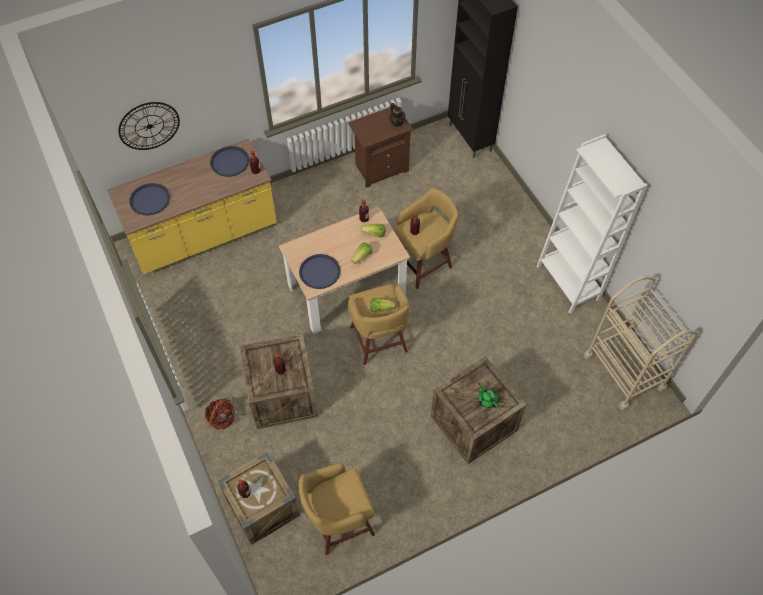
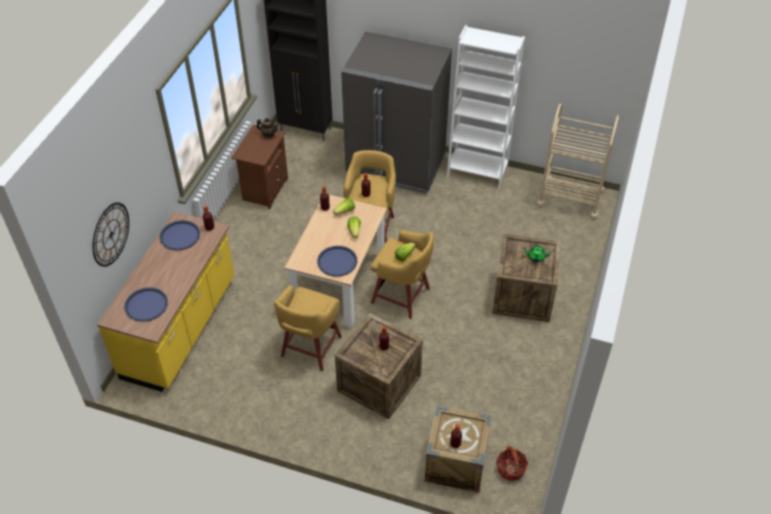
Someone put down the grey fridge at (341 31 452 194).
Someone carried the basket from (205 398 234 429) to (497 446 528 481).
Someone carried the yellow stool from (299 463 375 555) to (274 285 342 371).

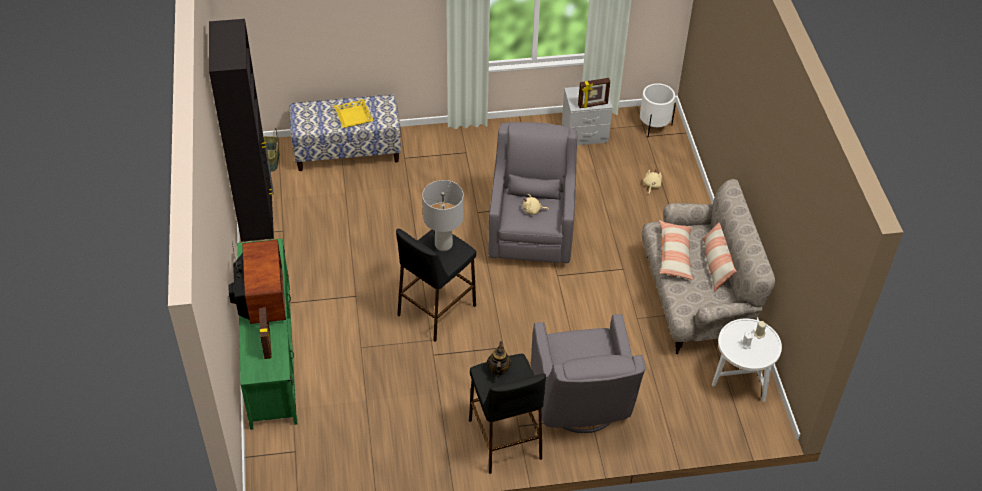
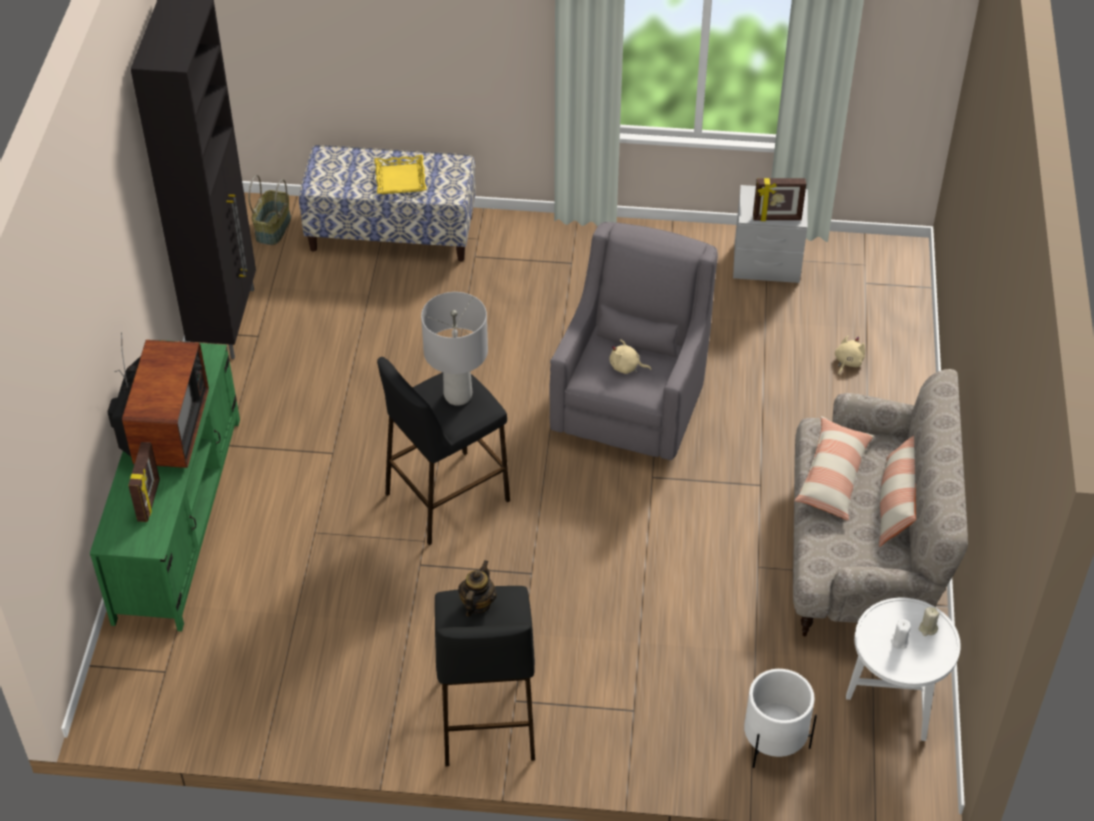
Someone took away the grey armchair at (531 314 645 433).
Someone carried the white planter from (640 83 676 137) to (744 669 817 768).

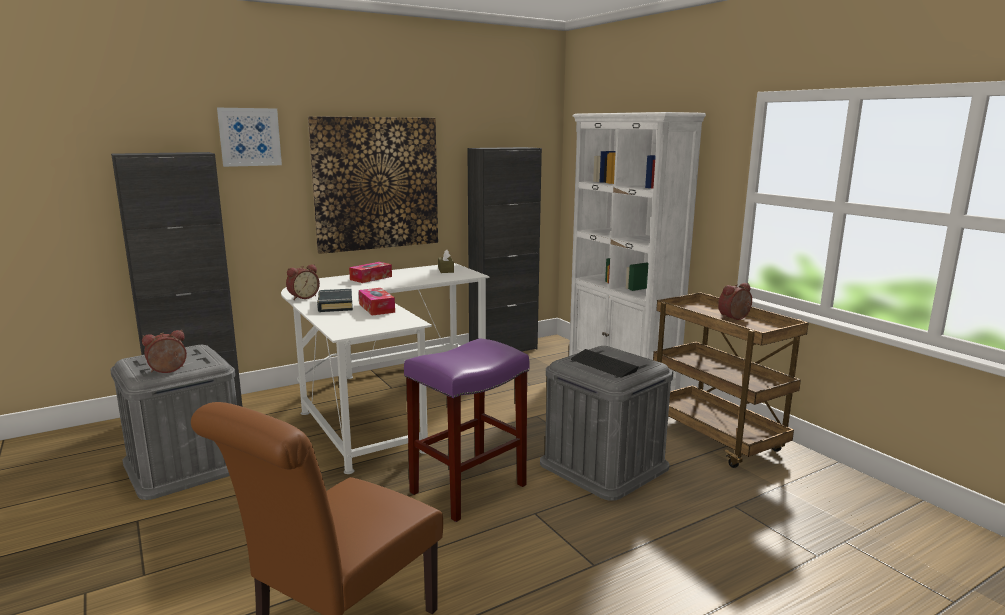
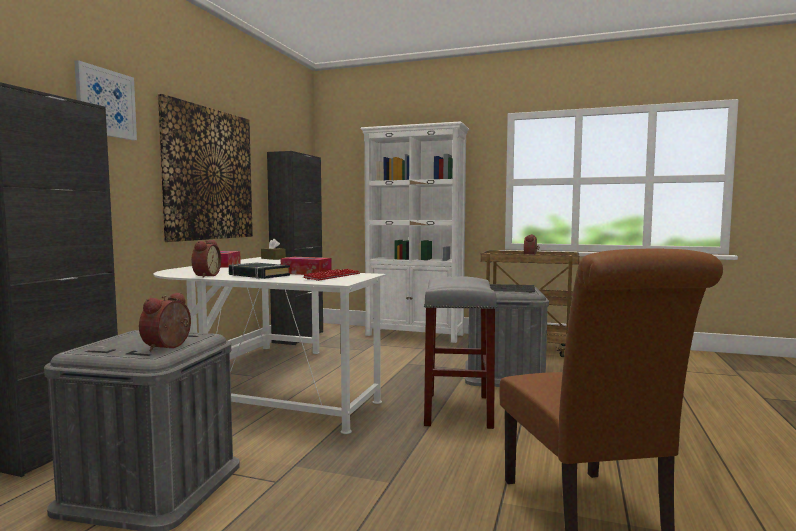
Someone put down the keyboard at (303 269 360 281).
Someone repainted the purple stool at (404 339 529 522), which became the grey stool at (424 276 497 429).

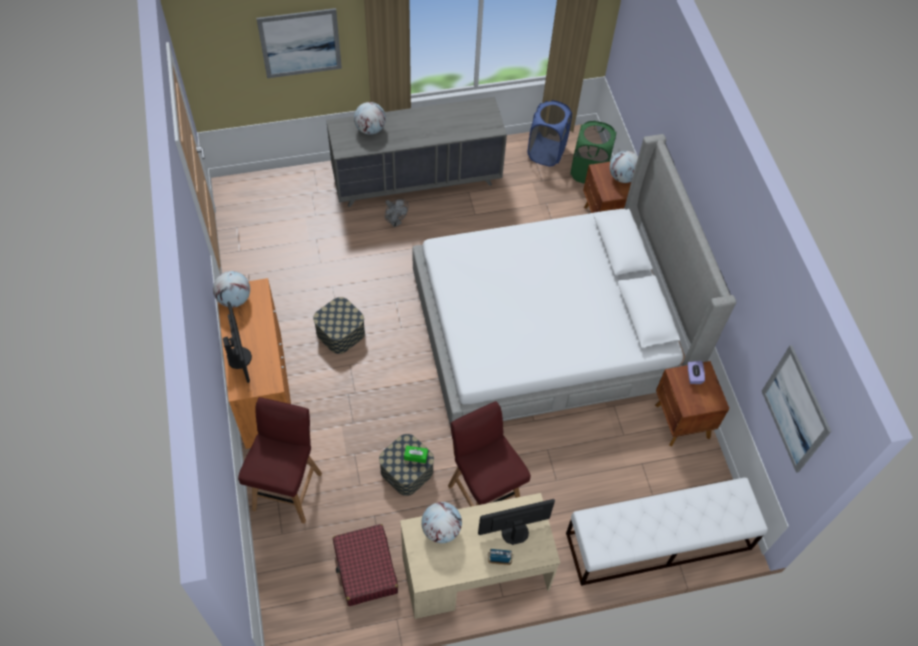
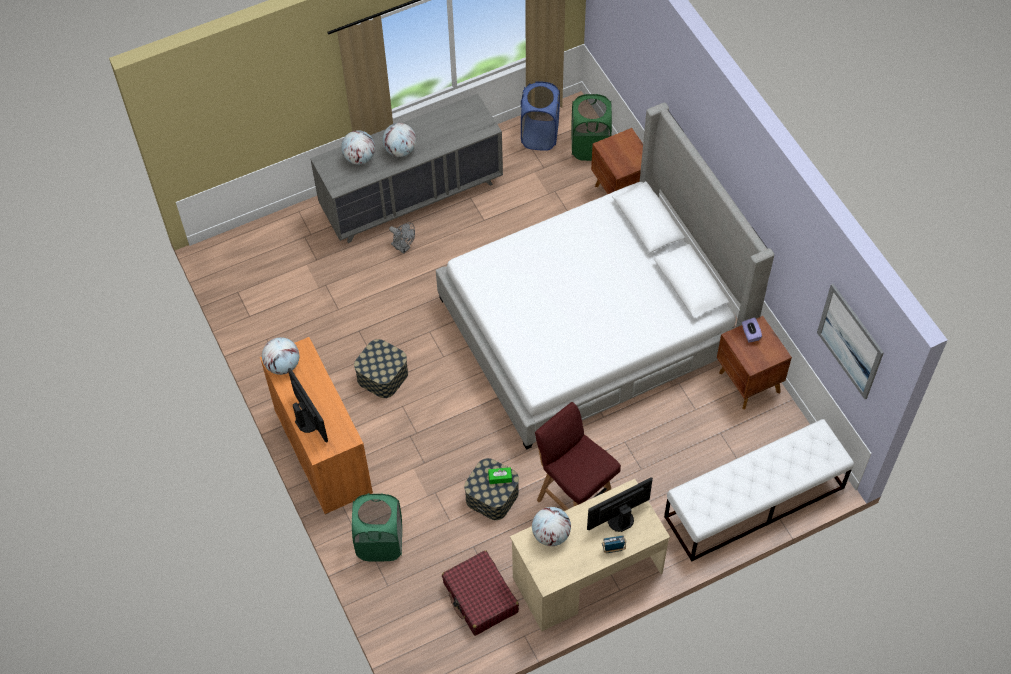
Someone took away the picture at (256 8 342 78).
Someone carried the globe from (610 151 638 183) to (383 123 416 157).
Someone swapped the red stool at (238 397 322 524) for the green laundry basket at (352 493 402 562).

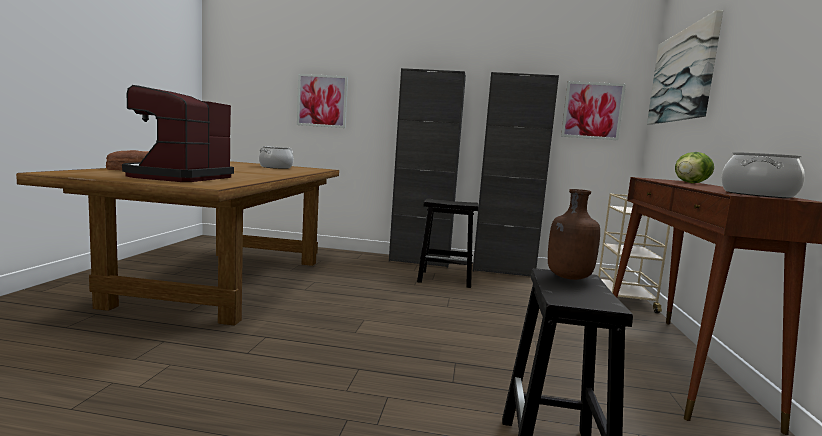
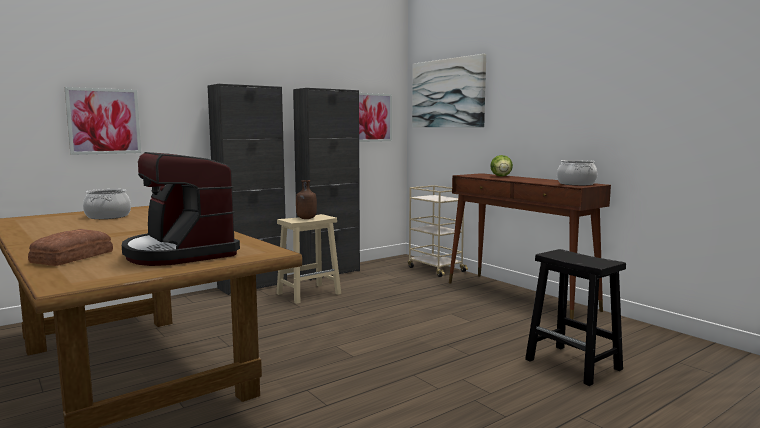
Someone carried the brown bottle from (548 189 600 280) to (296 180 317 219).
Someone repainted the black stool at (417 198 479 288), which became the beige stool at (276 214 341 304).

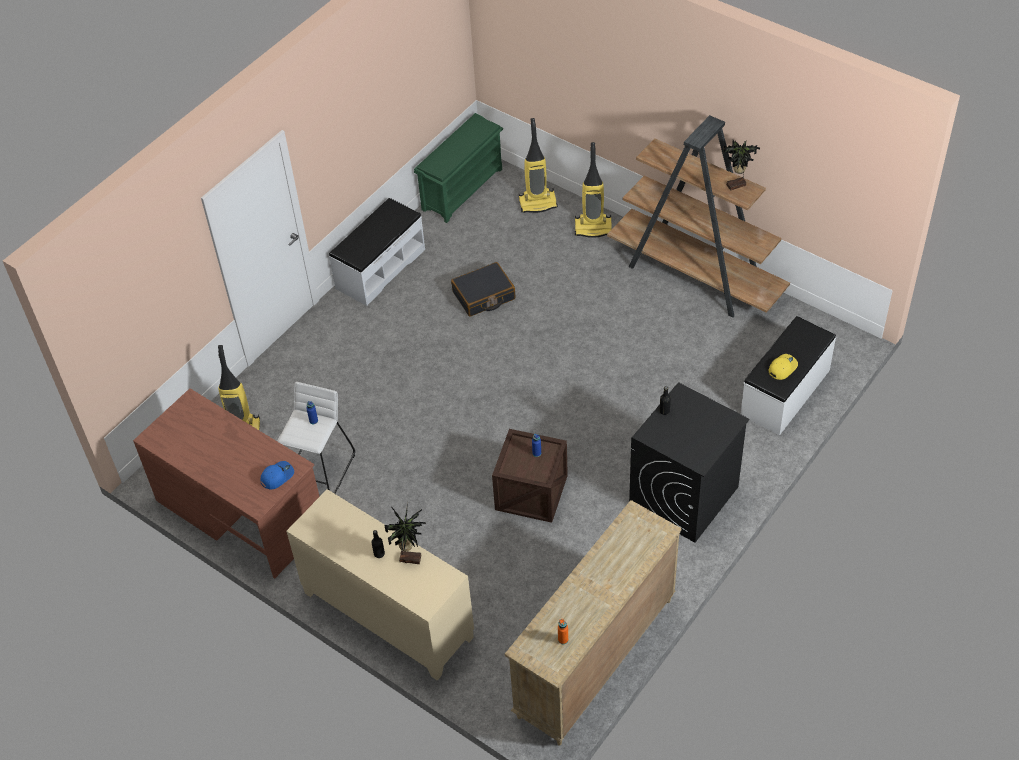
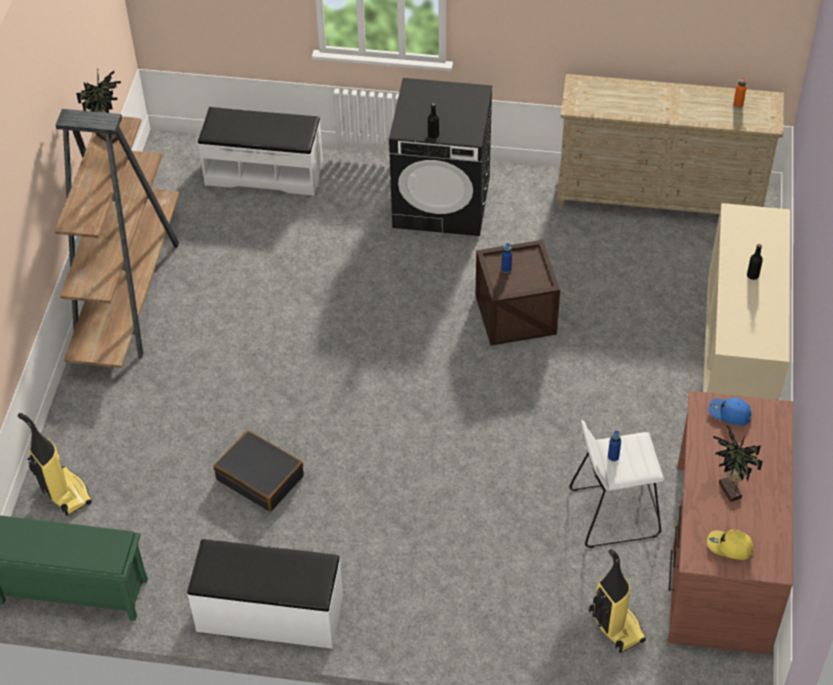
Someone took away the vacuum cleaner at (575 142 612 238).
Someone carried the potted plant from (384 503 426 564) to (713 425 763 502).
Someone carried the yellow cap from (768 354 798 380) to (707 530 753 560).

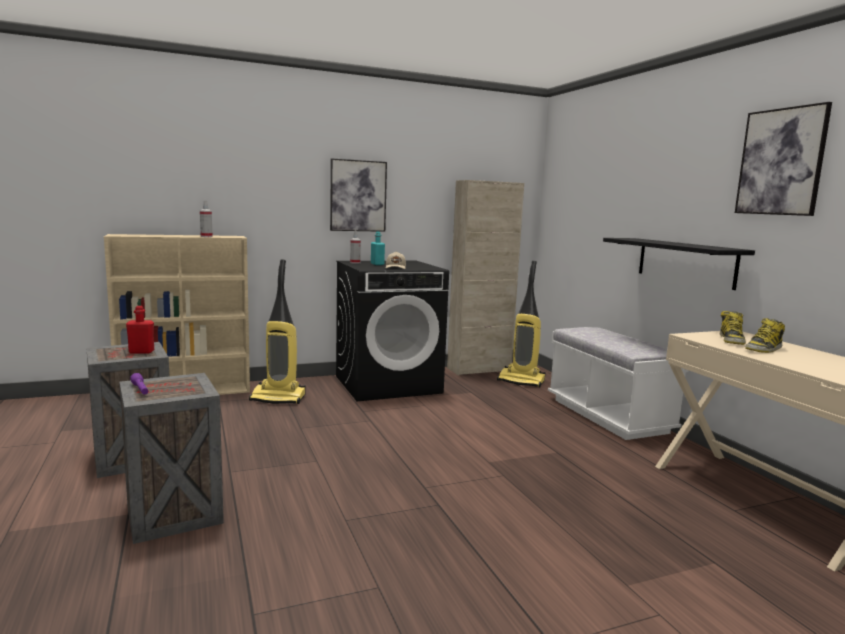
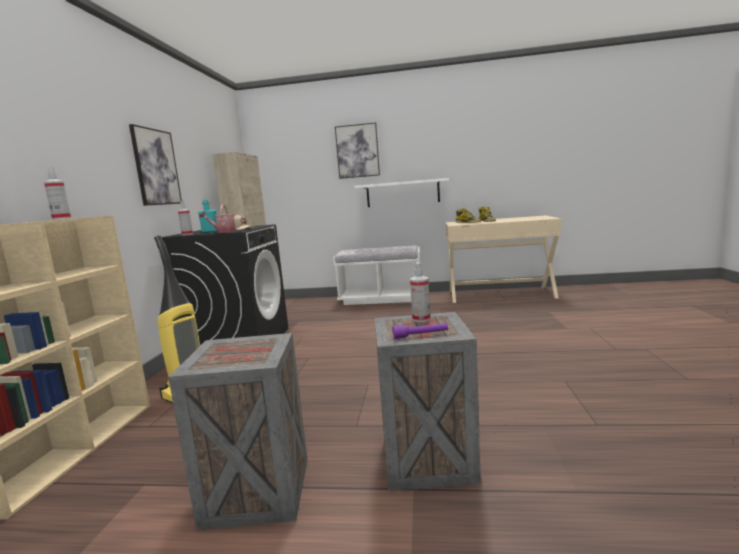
Someone took away the red bottle at (126 306 154 354).
Someone took away the vacuum cleaner at (497 261 546 387).
Someone put down the watering can at (199 204 243 233).
Someone put down the spray bottle at (410 262 430 322).
Someone carried the picture from (735 102 832 216) to (335 122 380 179).
Someone repainted the black shelf at (603 238 755 290), which became the white shelf at (355 178 449 207).

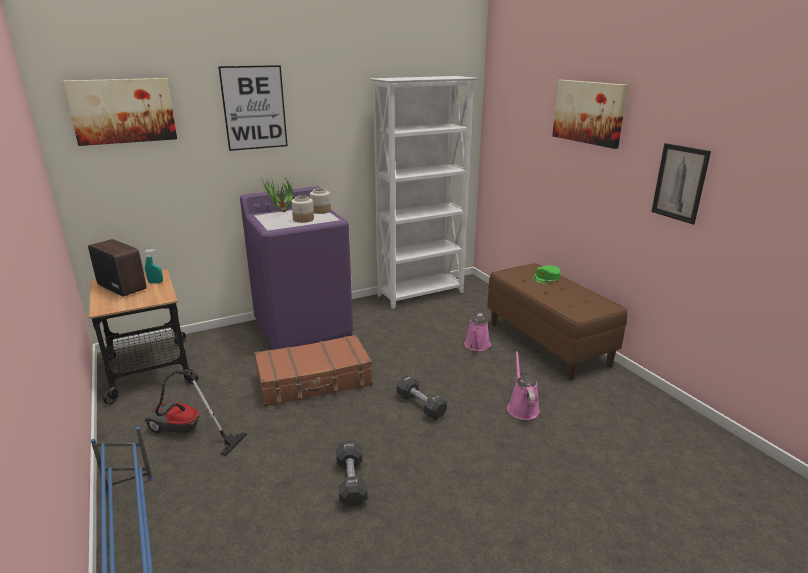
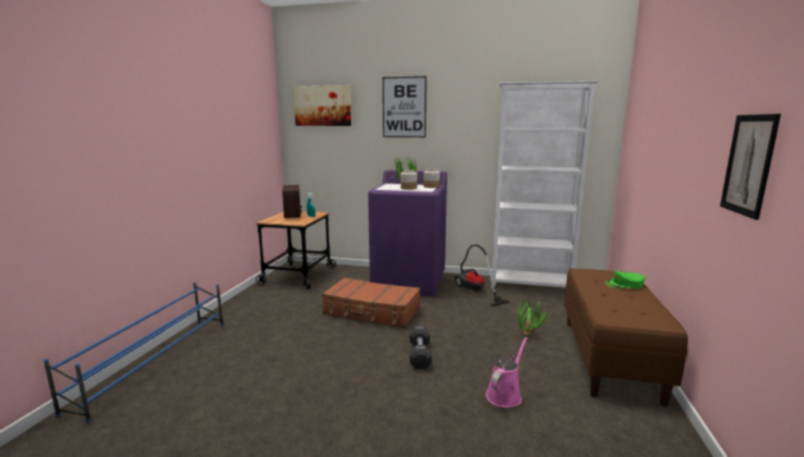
Someone took away the black dumbbell at (336 441 368 508).
Someone took away the picture at (552 80 628 149).
Someone carried the vacuum cleaner from (144 371 247 456) to (454 244 510 307).
Someone swapped the pink watering can at (464 313 491 351) for the potted plant at (517 299 549 337).

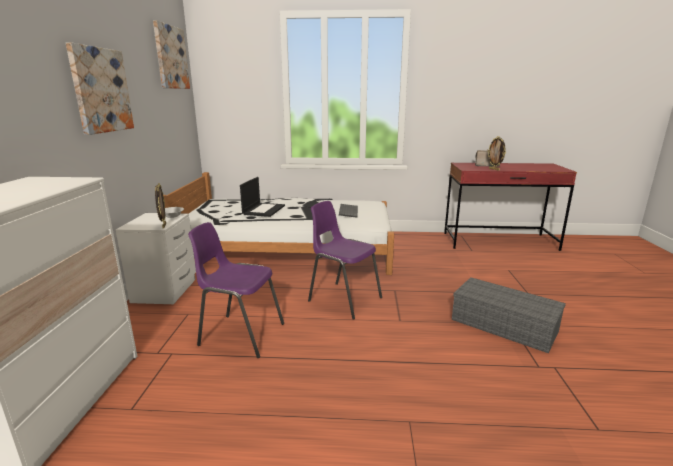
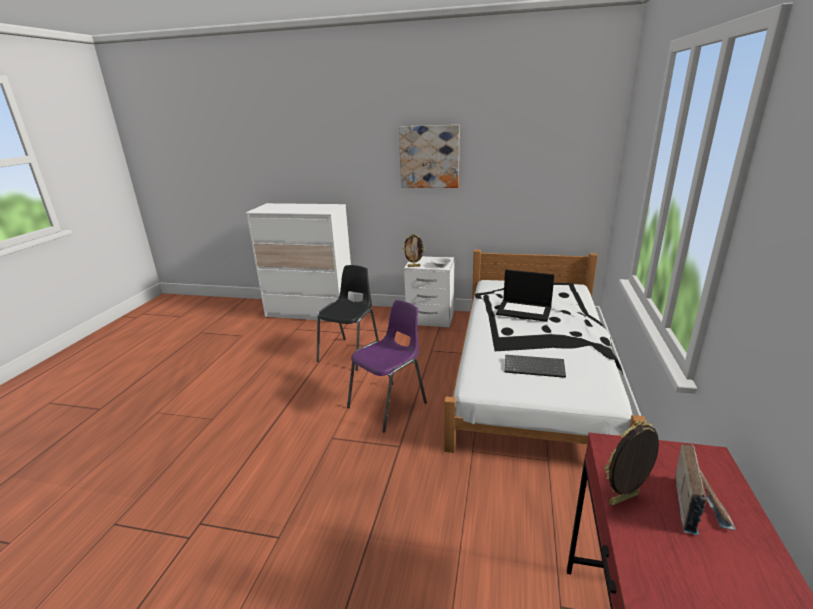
Someone took away the picture at (153 20 190 89).
Someone took away the grey storage box at (452 277 566 353).
Someone repainted the purple chair at (188 222 284 358), which became the black chair at (316 265 379 371).

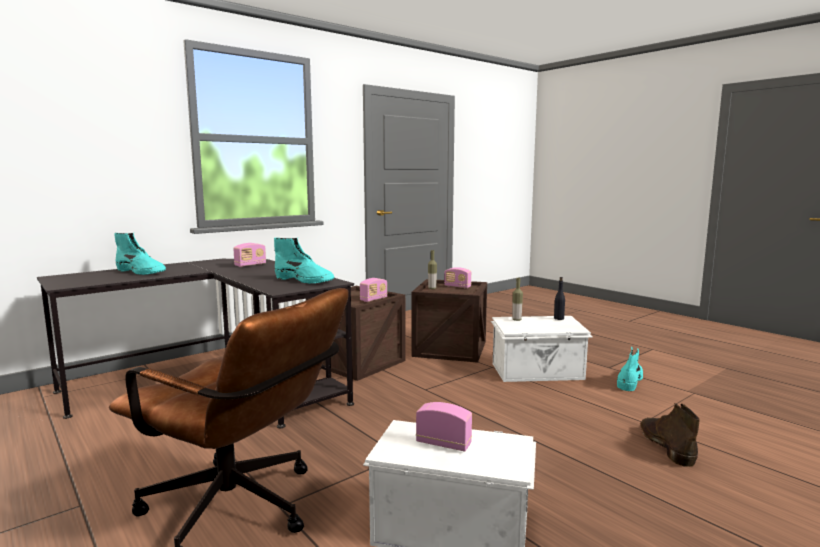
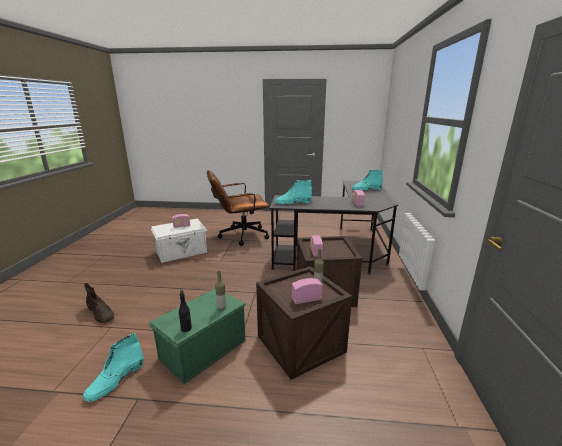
Someone repainted the white storage box at (491 316 593 382), which became the green storage box at (148 289 246 384).
Someone rotated the turquoise boot at (617 346 643 391) by 45 degrees clockwise.

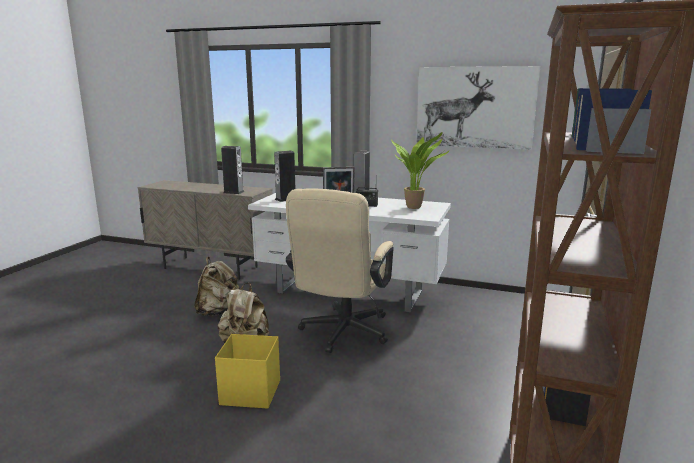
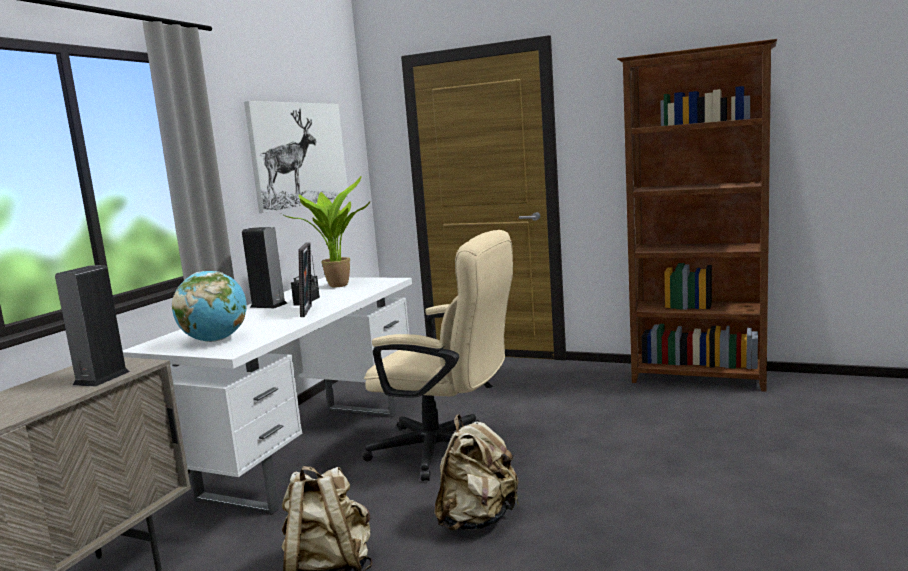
Someone took away the yellow storage box at (215 334 280 409).
Someone swapped the speaker at (274 151 295 202) for the globe at (172 271 247 342).

